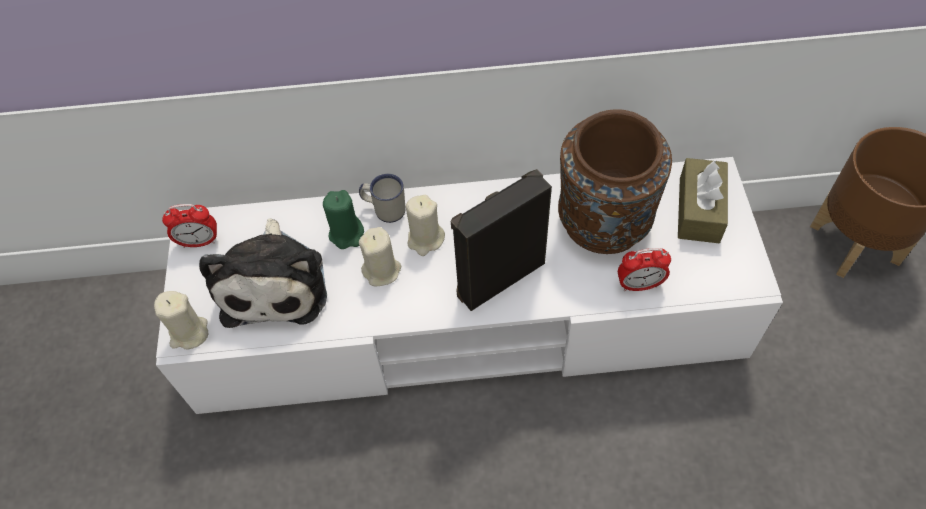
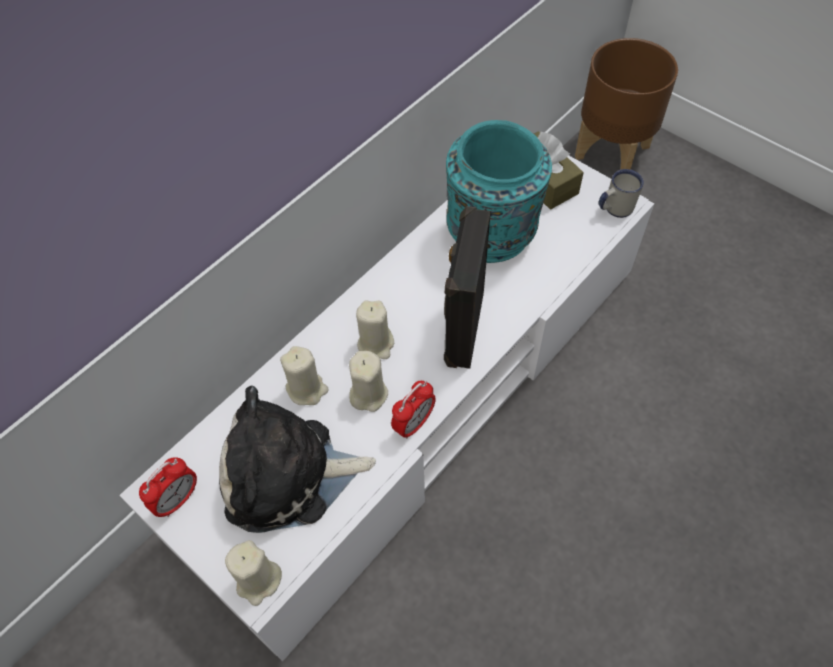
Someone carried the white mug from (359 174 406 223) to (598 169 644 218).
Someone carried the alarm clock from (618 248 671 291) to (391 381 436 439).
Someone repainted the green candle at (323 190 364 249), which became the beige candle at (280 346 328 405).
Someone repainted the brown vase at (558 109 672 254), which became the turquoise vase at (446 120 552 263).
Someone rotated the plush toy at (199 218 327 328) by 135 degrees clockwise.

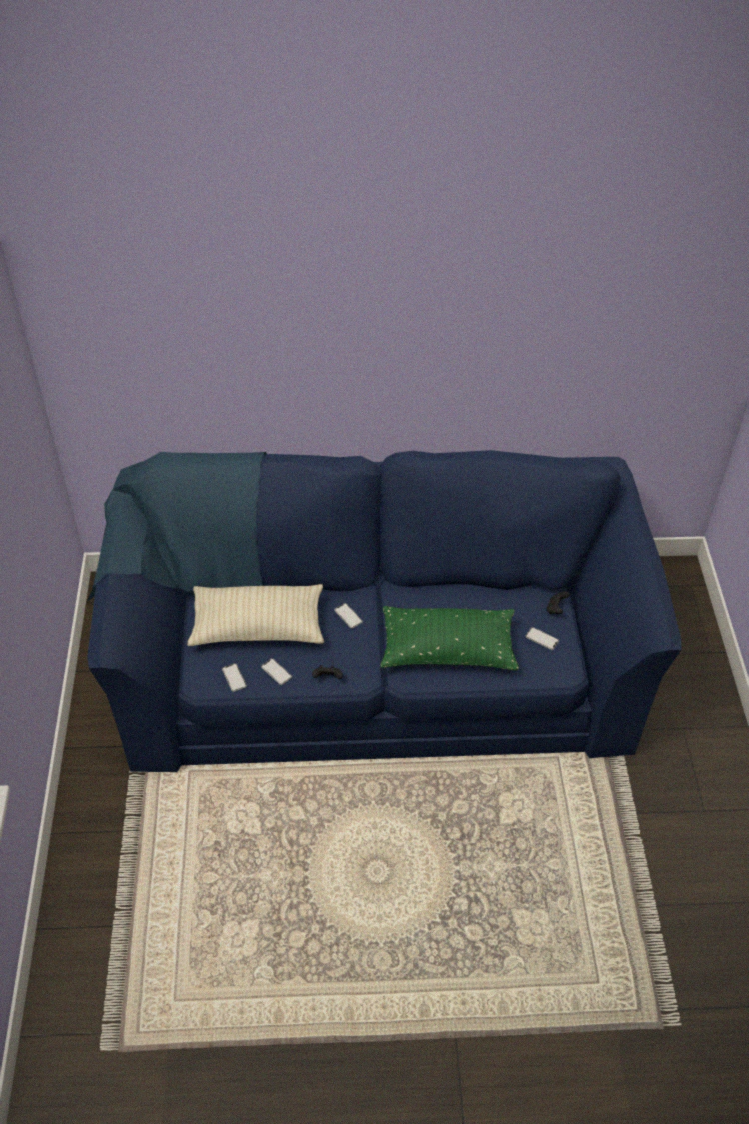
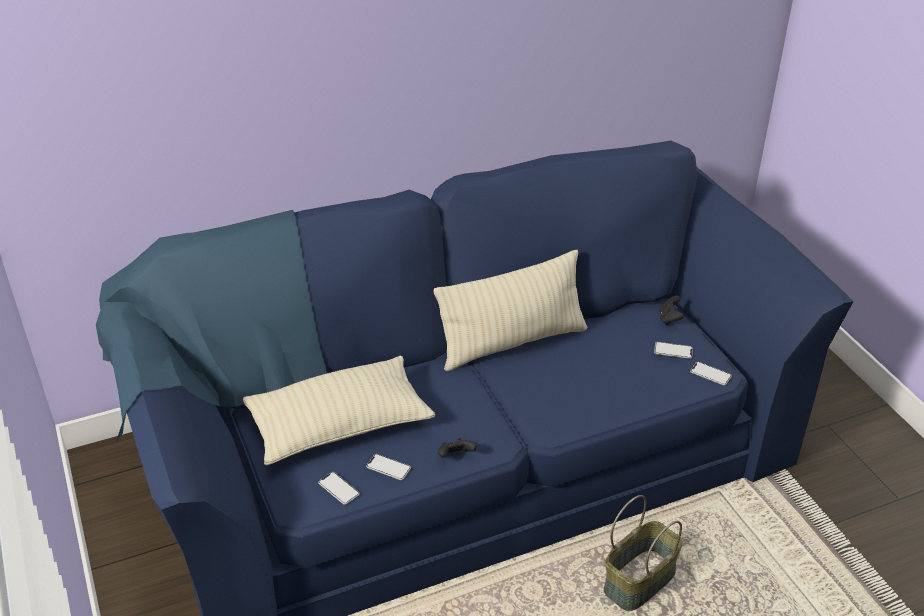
Someone took away the green pillow at (380 606 519 671).
Someone put down the beige pillow at (434 250 588 371).
Someone put down the basket at (604 495 683 611).
Someone carried the phone from (334 603 363 629) to (690 362 732 385).

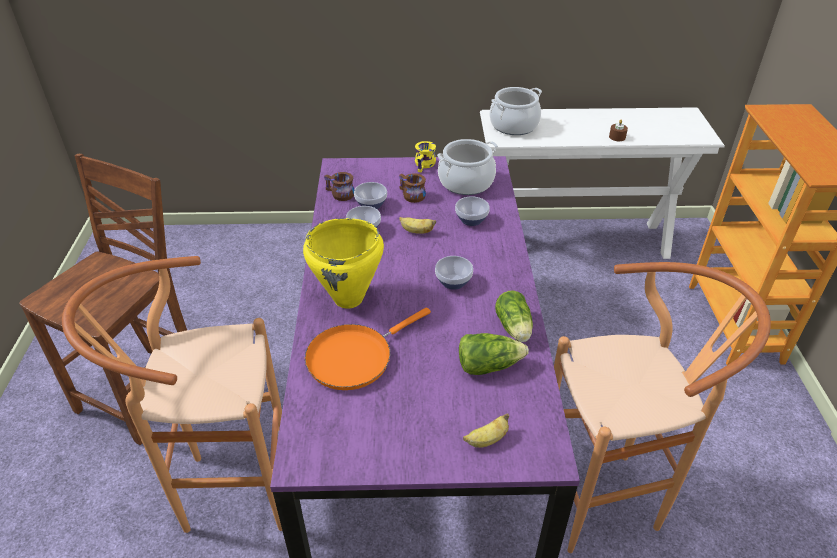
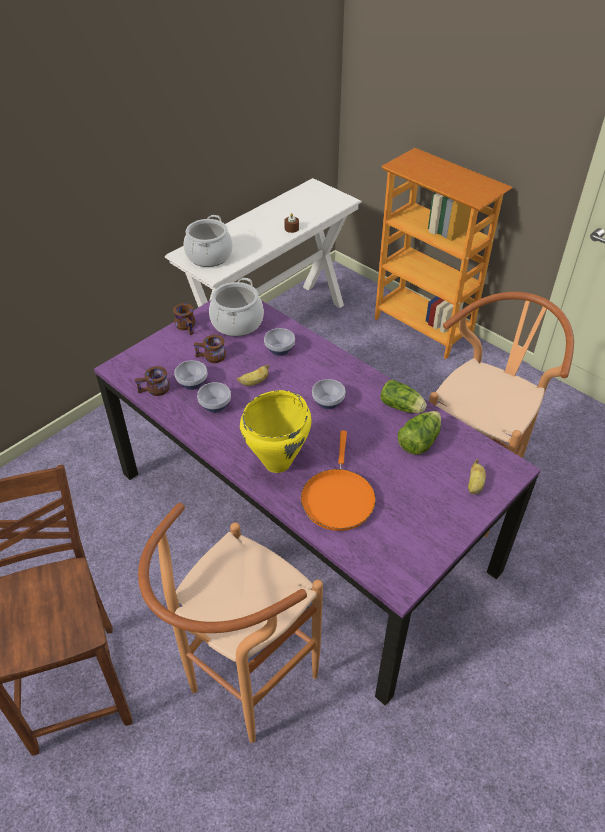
Someone repainted the yellow mug at (415 141 436 172), which became the brown mug at (173 303 195 335).

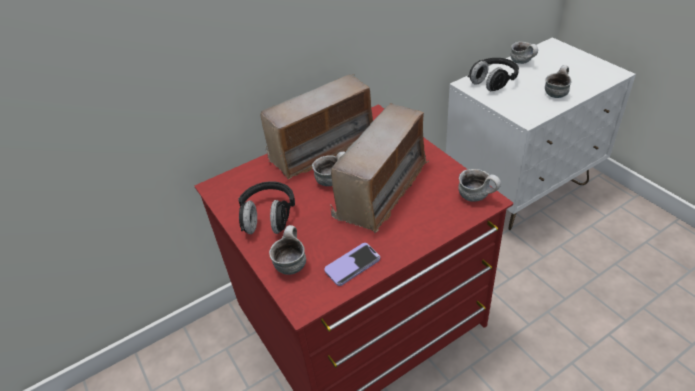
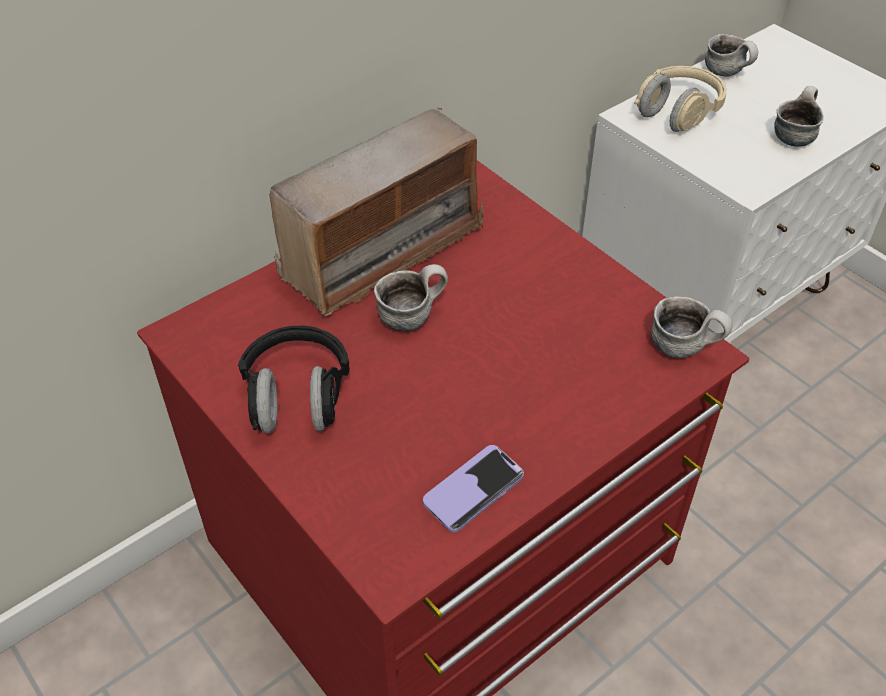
Someone took away the mug at (269 225 306 275).
Someone took away the radio at (330 103 429 233).
Someone repainted the black headphones at (468 58 519 91), which became the beige headphones at (634 66 727 132).

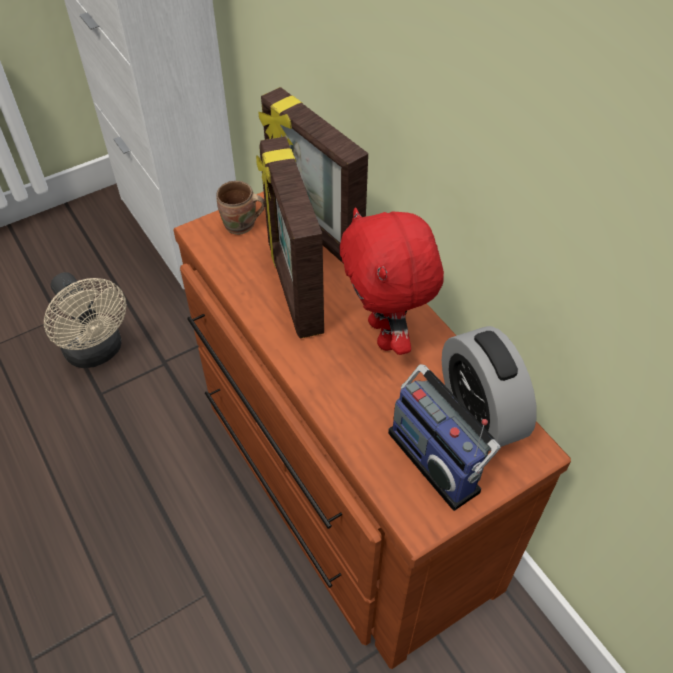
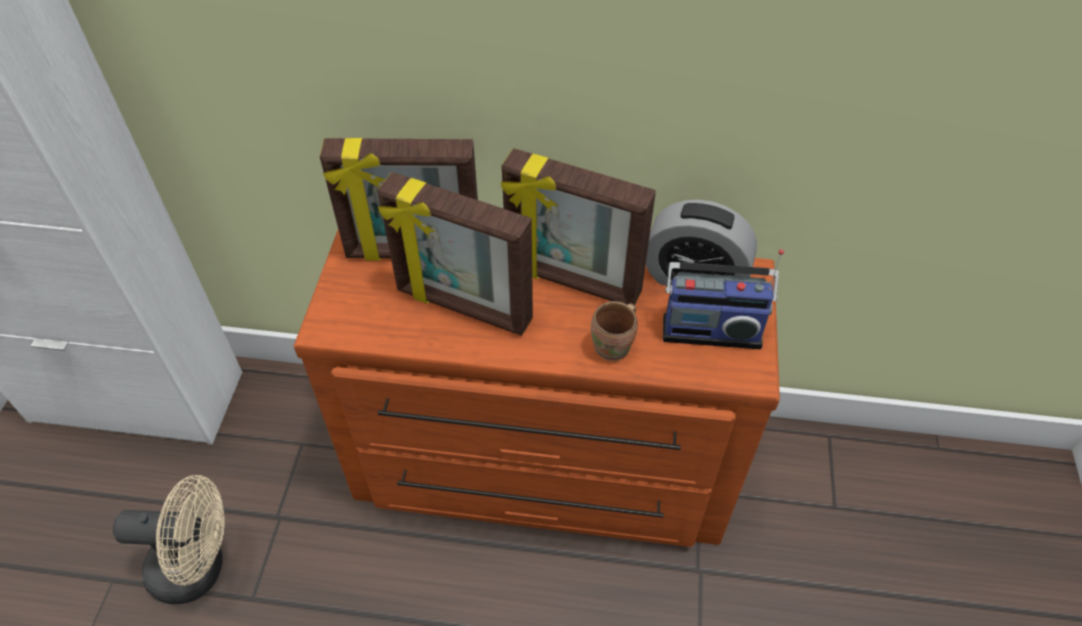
Someone carried the brown mug from (216 181 265 235) to (591 301 638 361).
Someone swapped the red plush toy at (340 207 444 355) for the picture frame at (501 148 656 305).

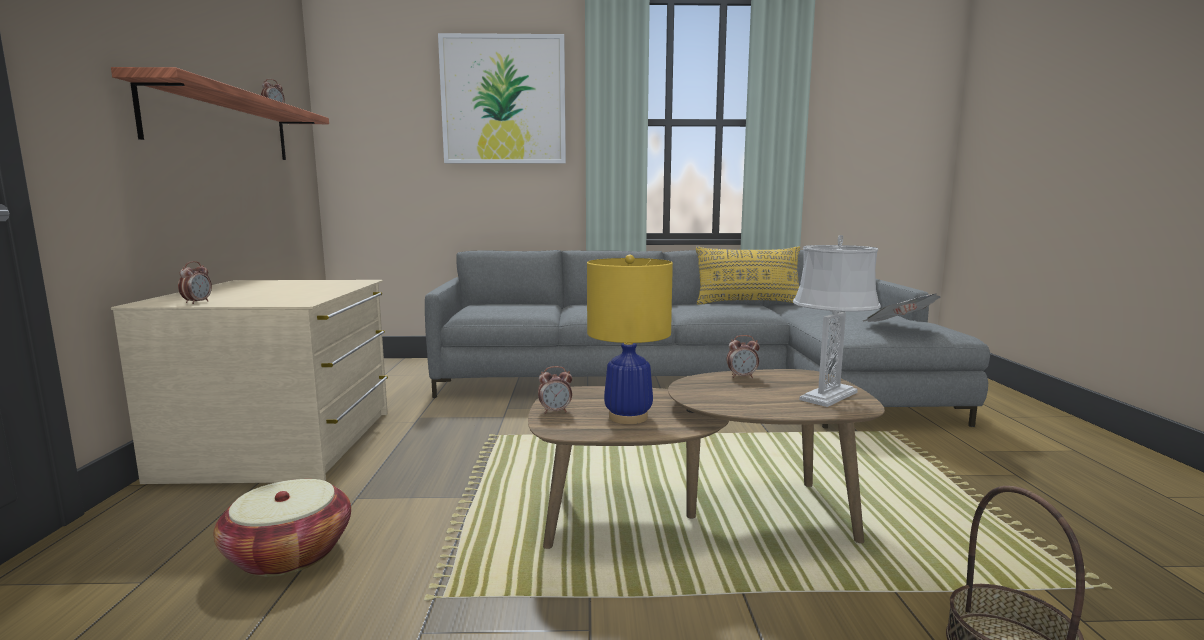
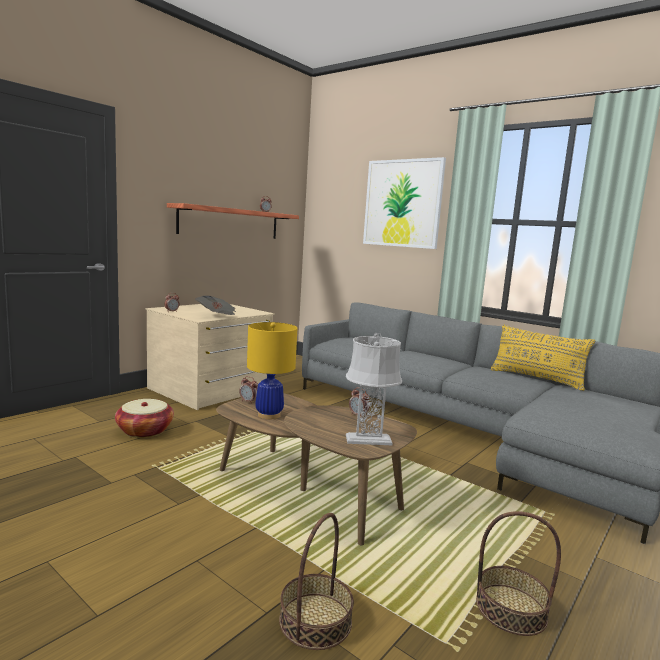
Someone put down the basket at (476 511 561 636).
Someone carried the newspaper from (863 294 941 322) to (195 295 236 315).

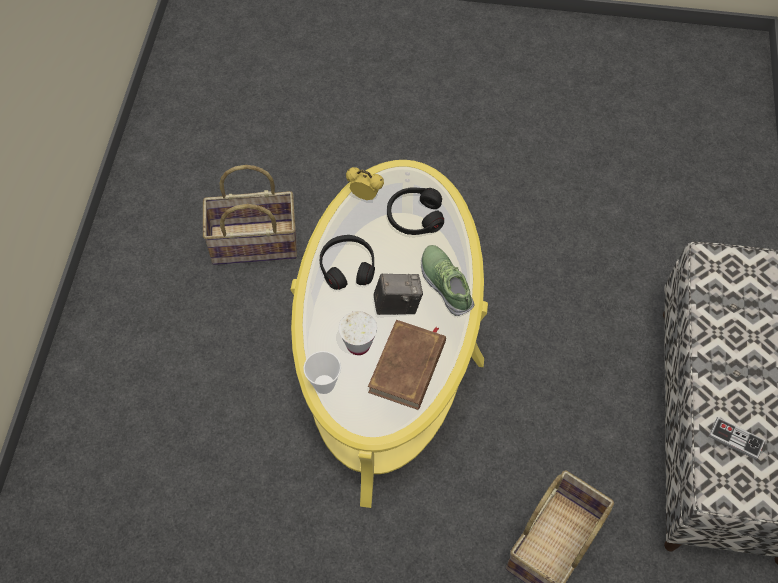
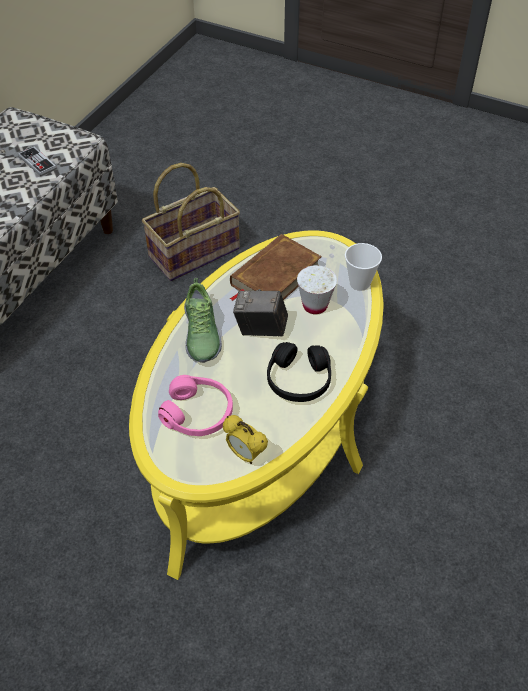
Someone took away the basket at (203 165 297 265).
Someone repainted the black headphones at (387 187 444 235), which became the pink headphones at (158 375 233 436).

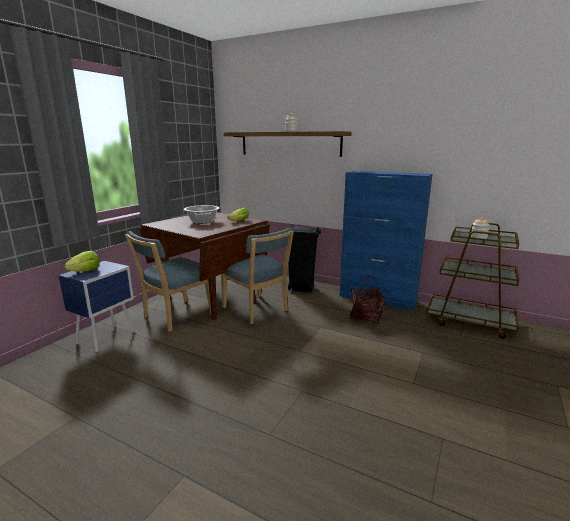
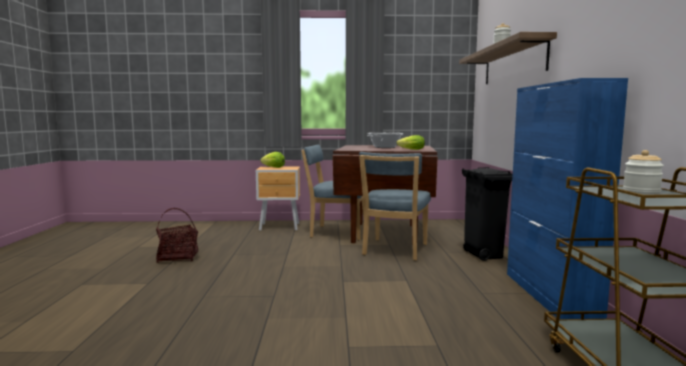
Someone carried the basket from (350 276 386 323) to (156 208 198 263).
Someone repainted the blue nightstand at (58 261 135 352), which became the brown nightstand at (256 167 300 231).

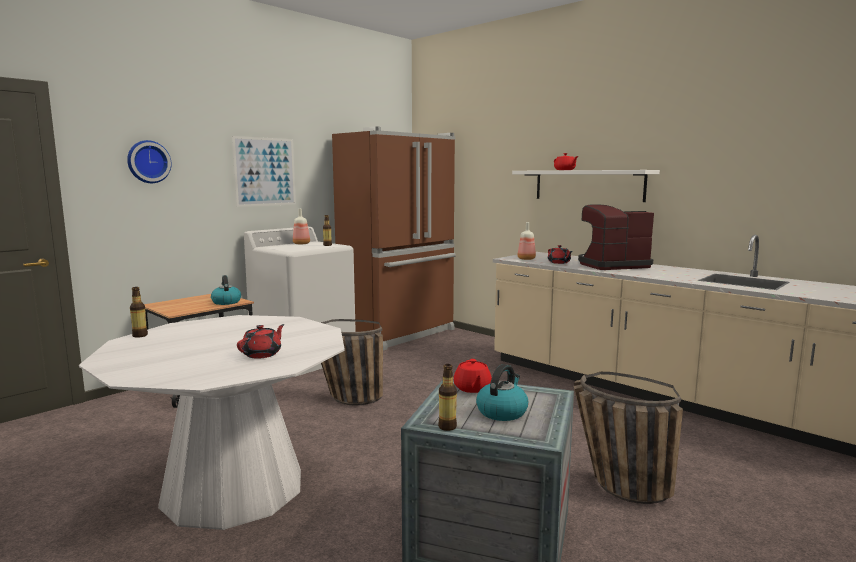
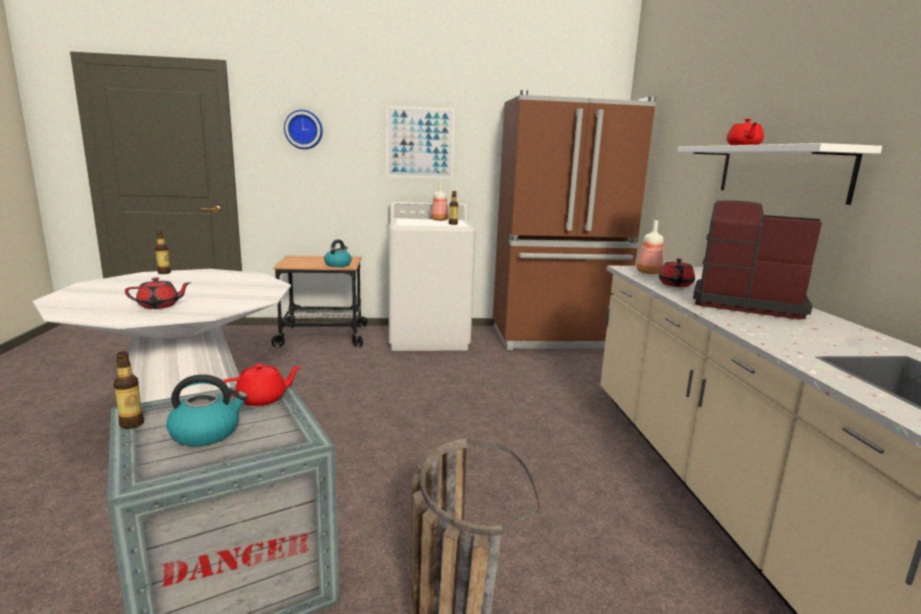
Someone took away the basket at (321 319 383 405).
Someone rotated the red teapot at (454 359 492 393) by 150 degrees counterclockwise.

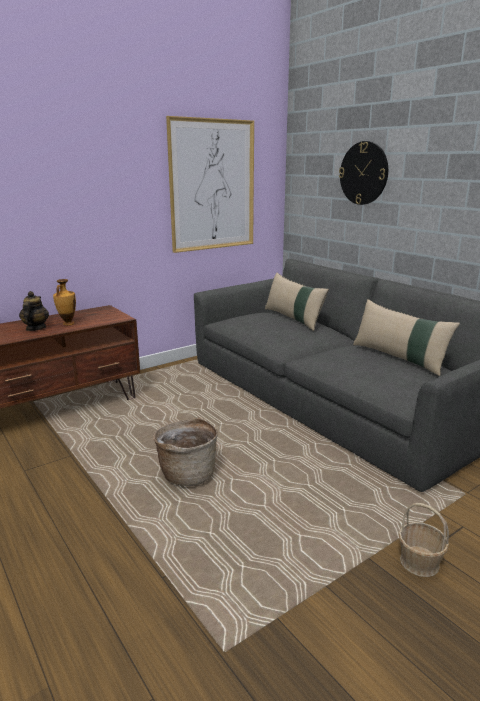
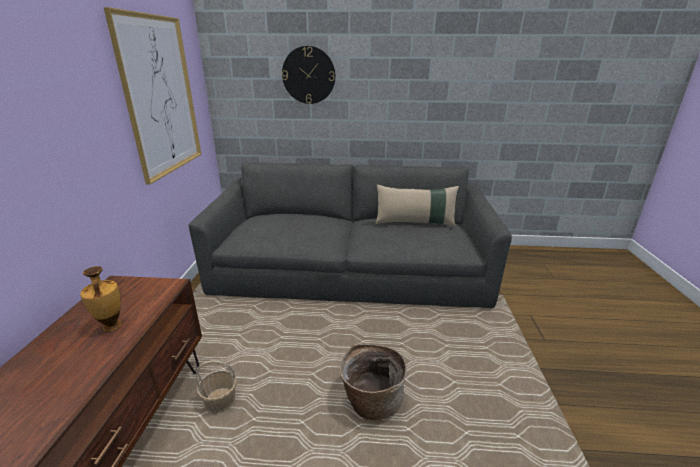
Someone took away the teapot at (19 291 49 331).
Someone took away the beige pillow at (265 273 329 331).
Someone carried the basket from (398 503 449 577) to (196 360 237 413).

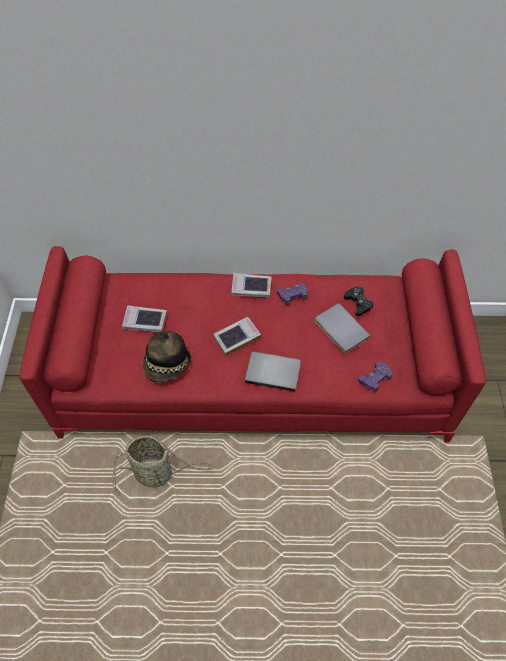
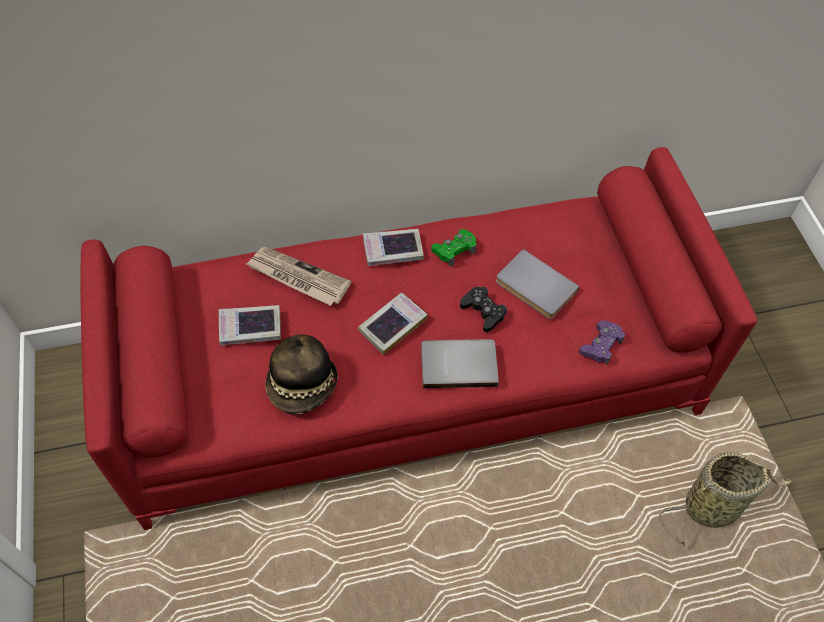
Someone put down the newspaper at (246 247 352 306).
Someone carried the basket from (112 435 212 495) to (658 452 792 549).
Someone carried the black game controller from (344 286 374 316) to (460 287 507 332).
Someone repainted the purple game controller at (277 282 308 306), which became the green game controller at (431 229 476 267).

